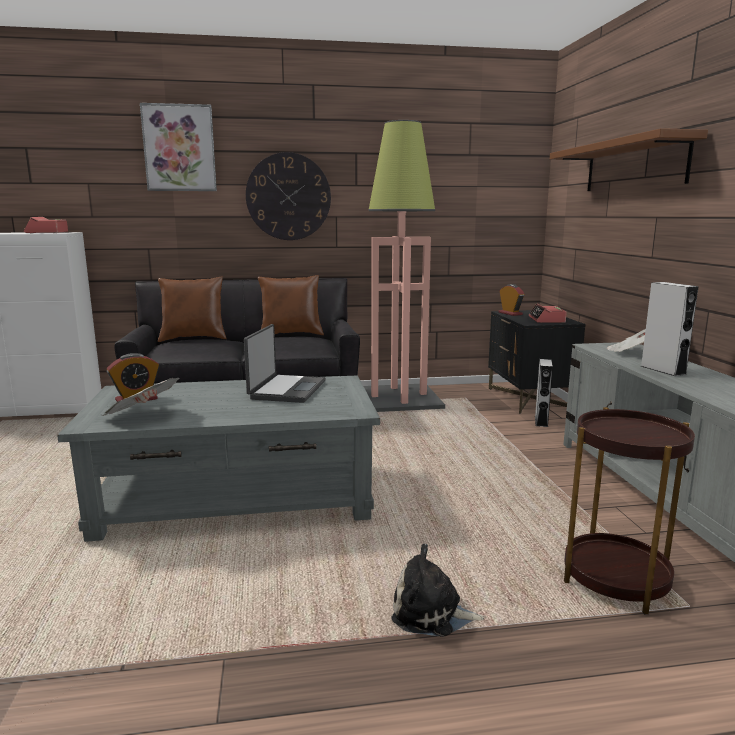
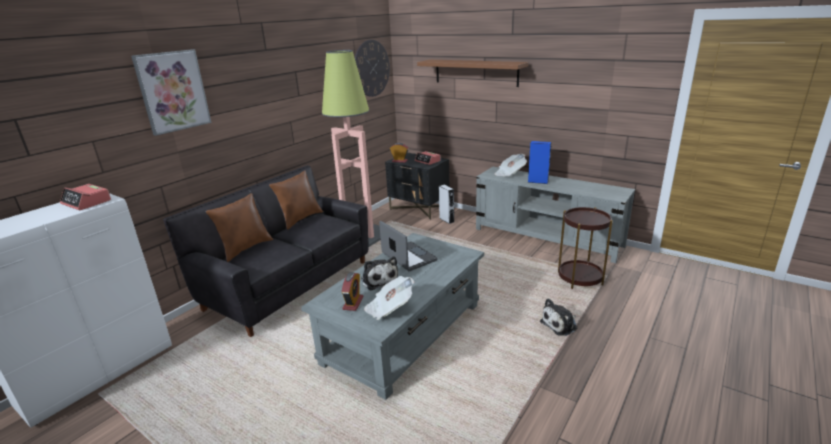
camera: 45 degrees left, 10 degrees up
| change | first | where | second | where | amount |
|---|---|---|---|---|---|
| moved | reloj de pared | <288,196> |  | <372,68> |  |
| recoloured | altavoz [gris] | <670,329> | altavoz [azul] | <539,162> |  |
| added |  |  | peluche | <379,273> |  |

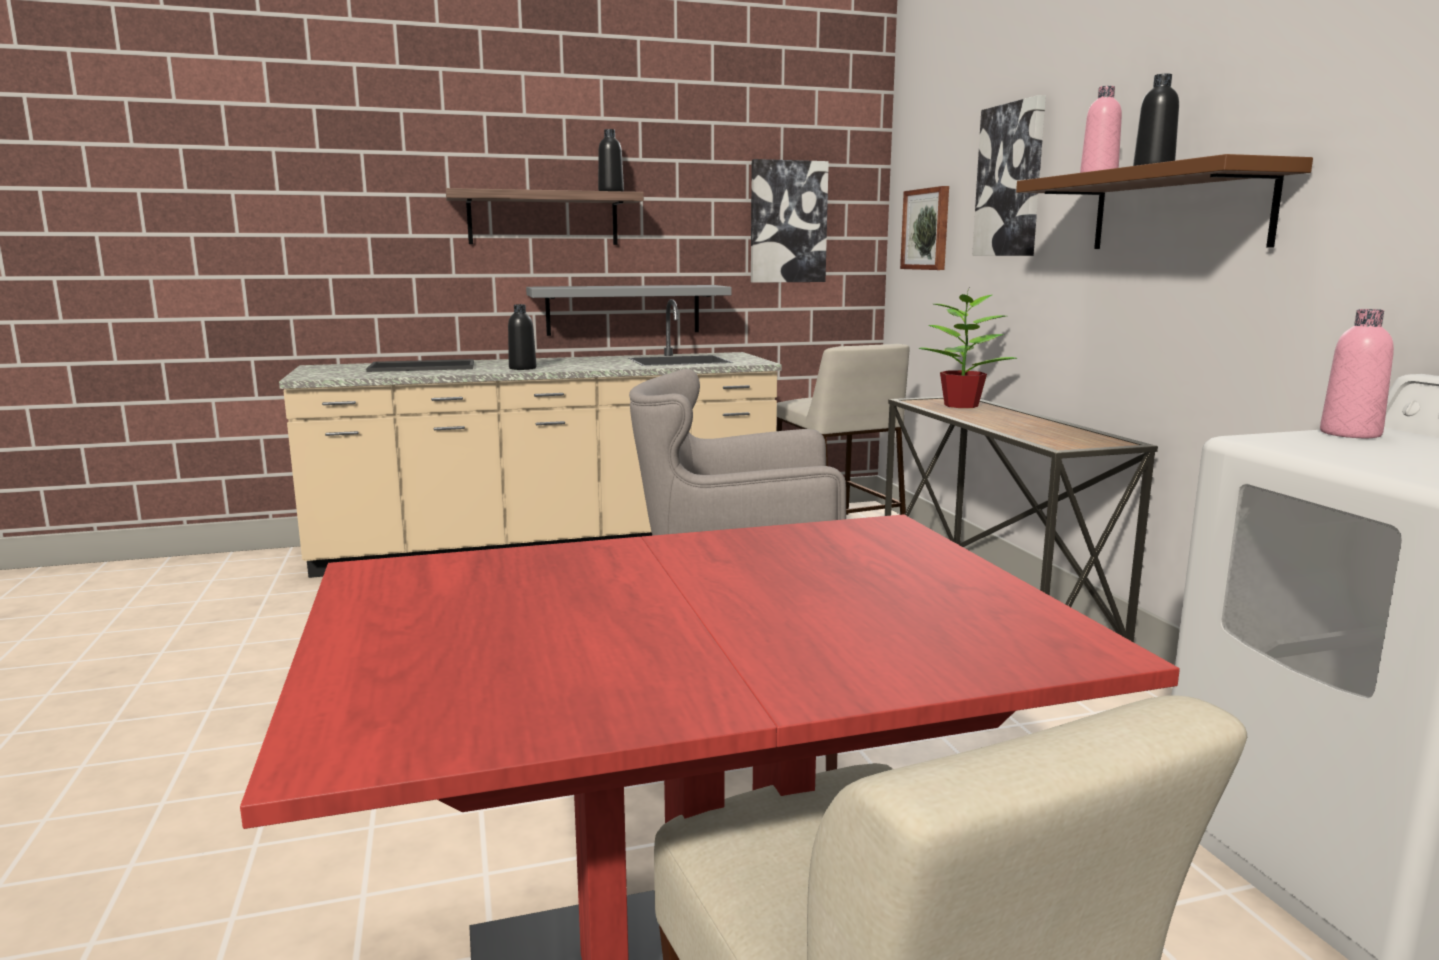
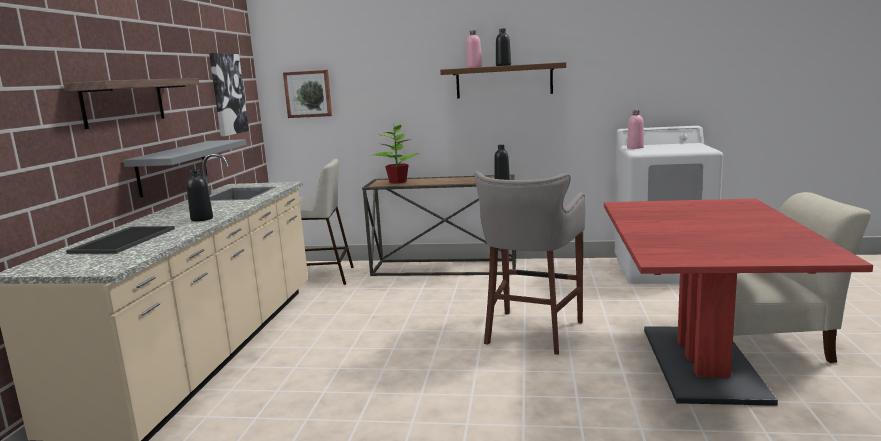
camera: 65 degrees left, 0 degrees up
| change | first | where | second | where | amount |
|---|---|---|---|---|---|
| moved | botella [negro] | <611,160> |  | <502,162> |  |
| removed | cuadro | <1009,175> |  |  |  |

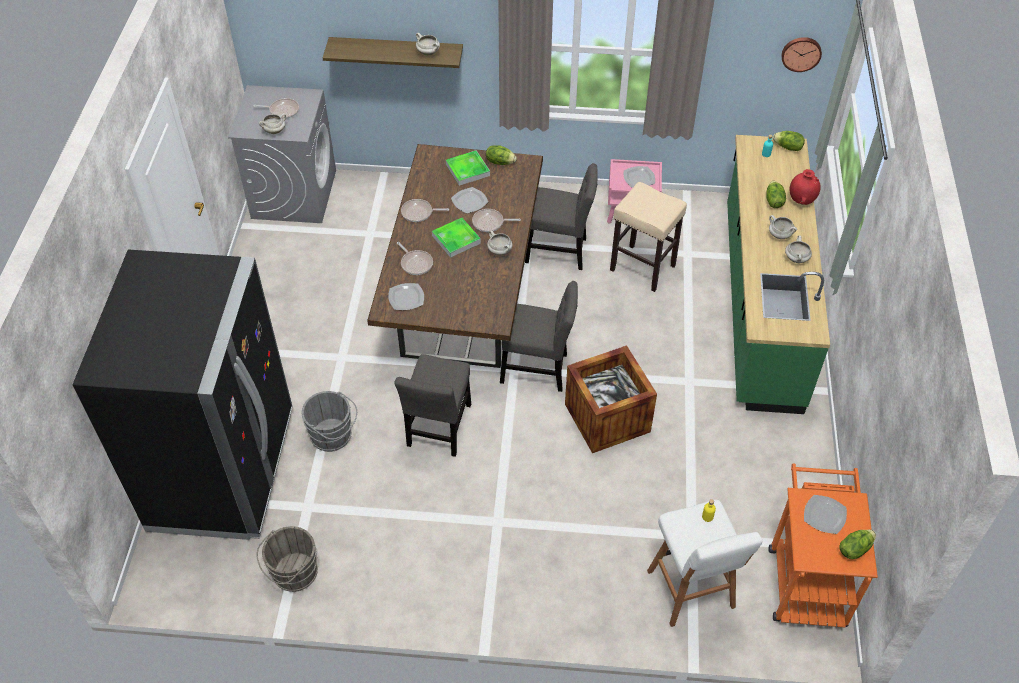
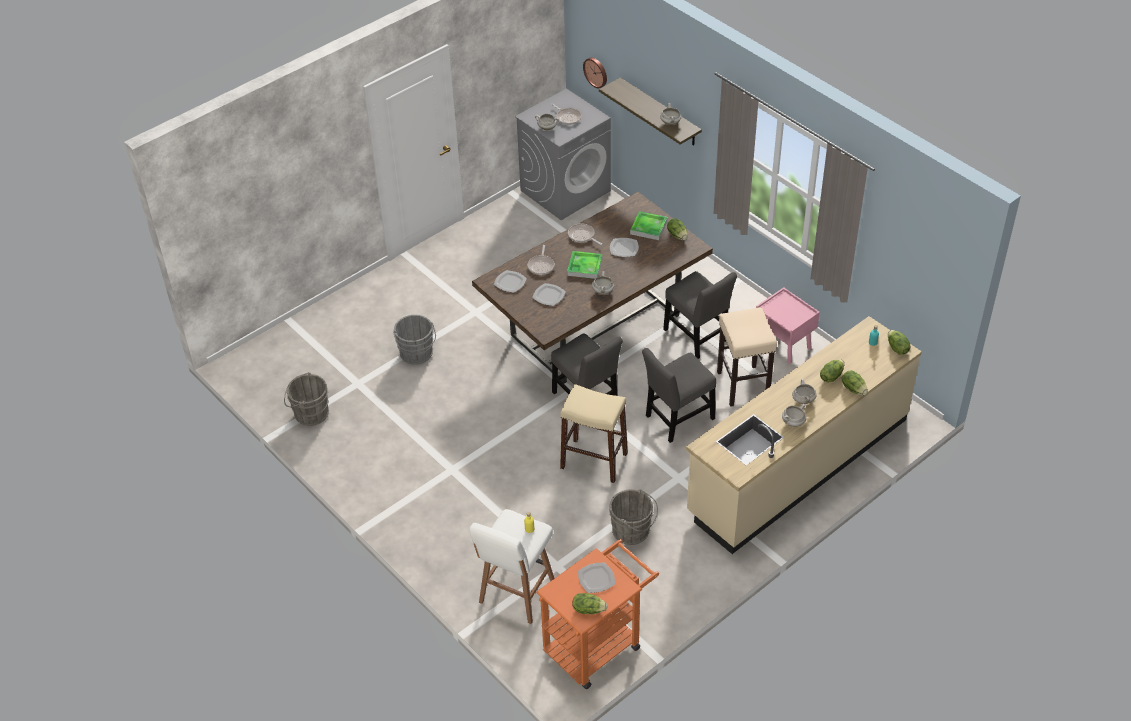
camera: 45 degrees right, 5 degrees down
| change | first | where | second | where | amount |
|---|---|---|---|---|---|
| removed | nevera [negro] | <182,395> |  |  |  |
| moved | silla [gris] | <433,405> |  | <679,395> |  |
| removed | sartén | <496,220> |  |  |  |
| replaced | caja de embalaje | <611,399> | taburete [beis] | <594,433> |  |
| moved | plato | <639,176> |  | <549,294> |  |
| recoloured | mueble bajo de cocina [verde] | <778,274> | mueble bajo de cocina [beis] | <804,435> |  |
| moved | reloj de pared | <802,54> |  | <595,73> |  |
| replaced | florero [rojo] | <805,187> | lechuga | <855,382> |  |
| added |  |  | cubo [gris] | <633,517> |  |

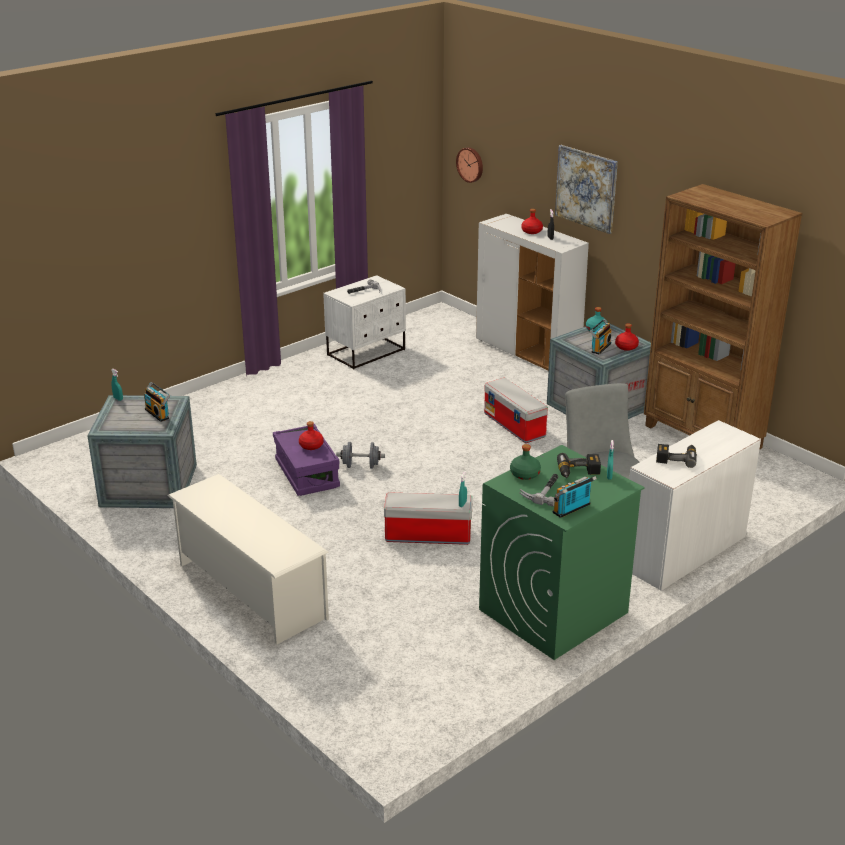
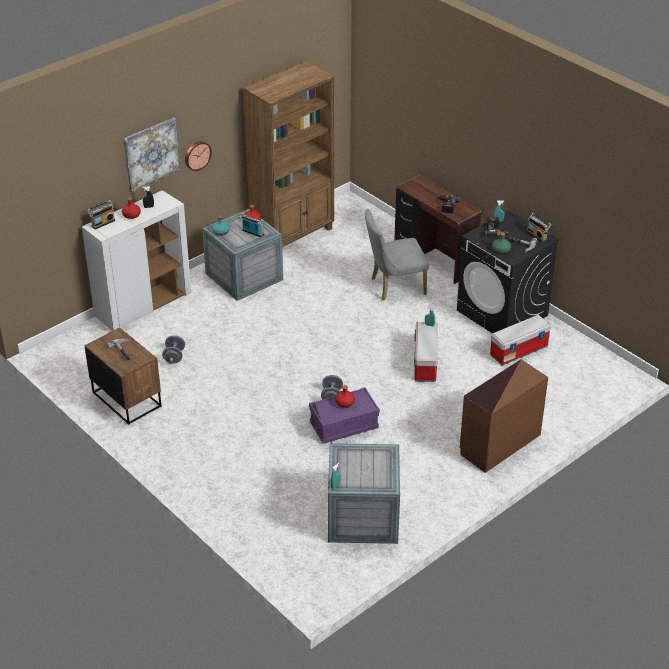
camera: 90 degrees left, 10 degrees up
| change | first | where | second | where | amount |
|---|---|---|---|---|---|
| moved | radio | <157,402> |  | <101,214> |  |
| replaced | zapatero [blanco] | <248,559> | cómoda [marrón] | <504,416> |  |
| recoloured | mesita de noche [blanco] | <364,322> | mesita de noche [marrón] | <123,376> |  |
| moved | reloj de pared | <469,165> |  | <198,156> |  |
| recoloured | lavadora [verde] | <561,552> | lavadora [negro] | <508,271> |  |
| moved | caja de almacenaje | <516,410> |  | <520,340> |  |
| recoloured | escritorio [blanco] | <695,505> | escritorio [marrón] | <437,229> |  |
| added |  |  | mancuerna [gris] | <173,349> |  |

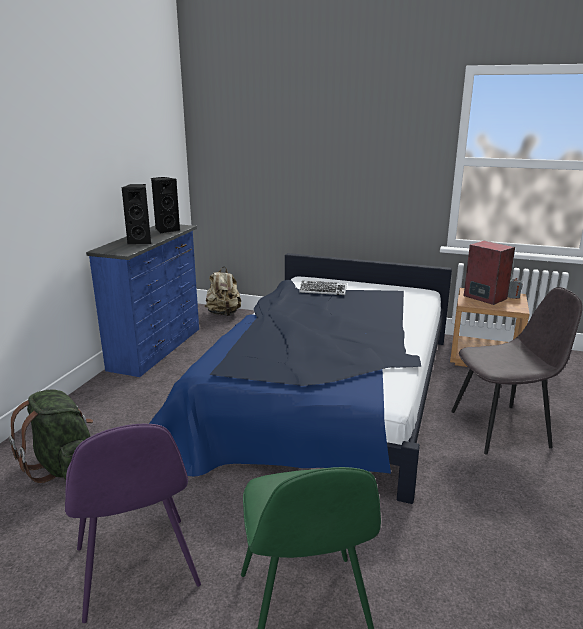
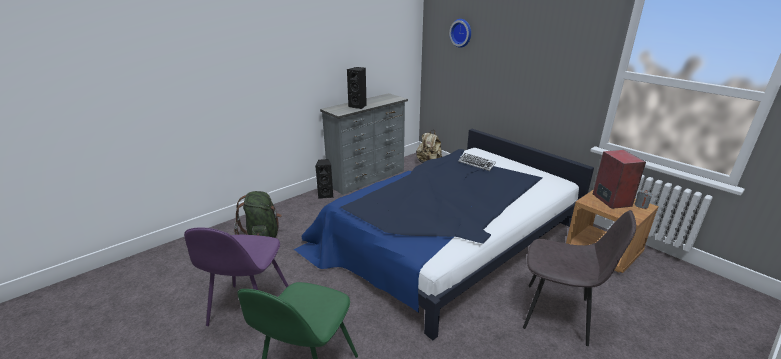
camera: 30 degrees right, 5 degrees up
| change | first | where | second | where | amount |
|---|---|---|---|---|---|
| recoloured | cómoda [azul] | <142,301> | cómoda [gris] | <364,144> |  |
| moved | altavoz [negro] | <165,205> |  | <324,179> |  |
| added |  |  | reloj de pared | <460,33> |  |

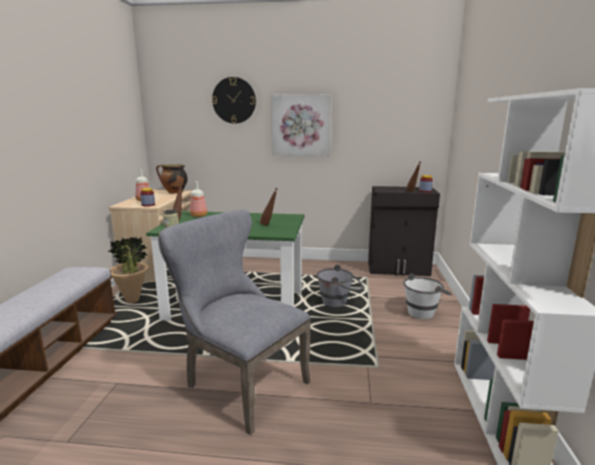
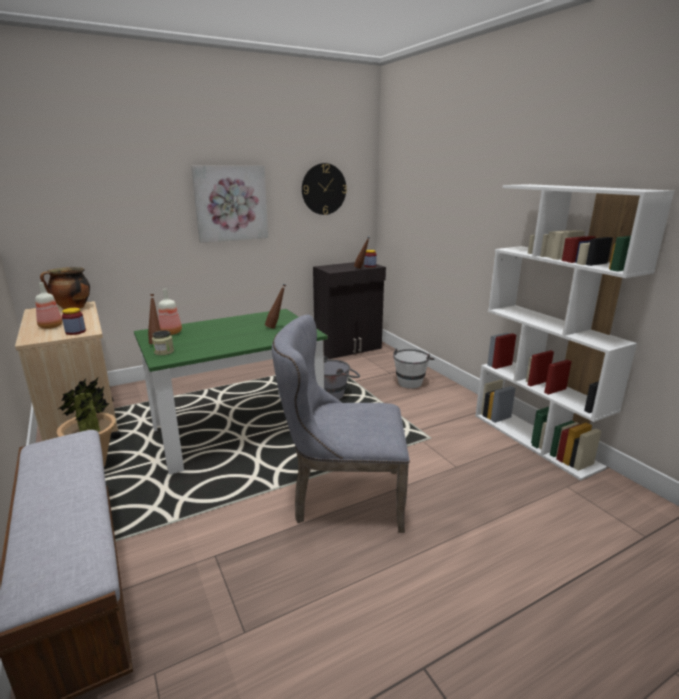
camera: 35 degrees left, 5 degrees up
| change | first | where | second | where | amount |
|---|---|---|---|---|---|
| moved | reloj de pared | <234,100> |  | <324,189> |  |

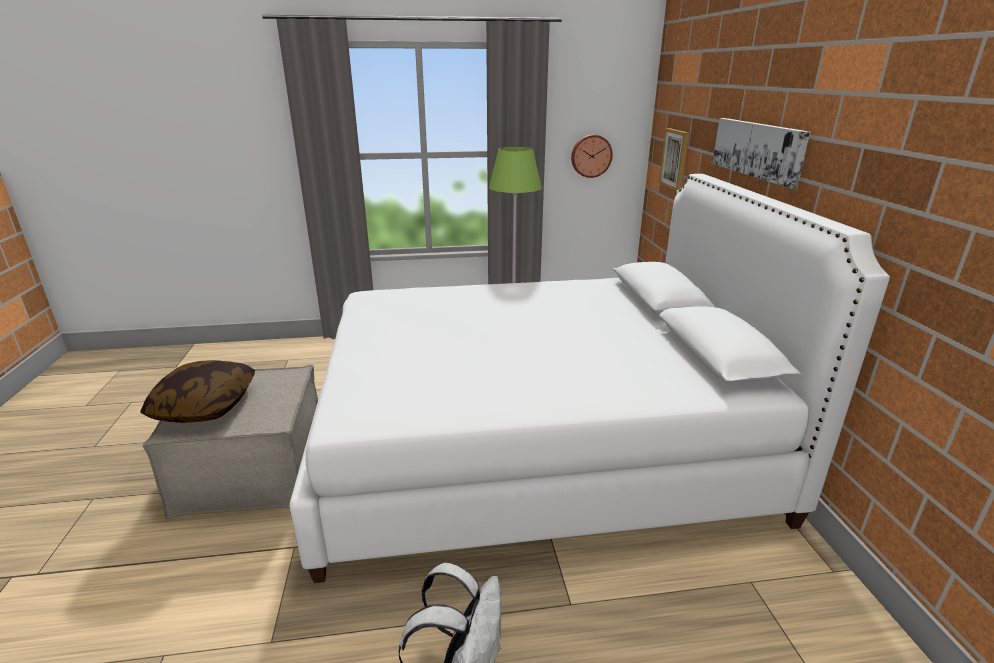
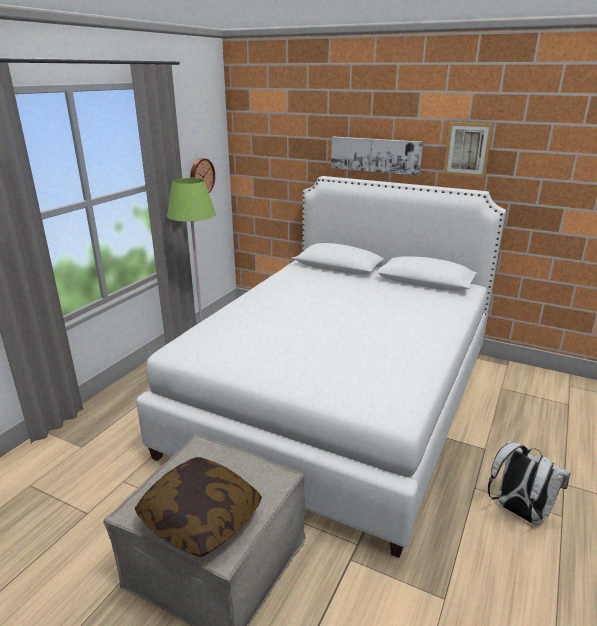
camera: 55 degrees left, 0 degrees up
| change | first | where | second | where | amount |
|---|---|---|---|---|---|
| moved | cuadro | <674,159> |  | <468,150> |  |

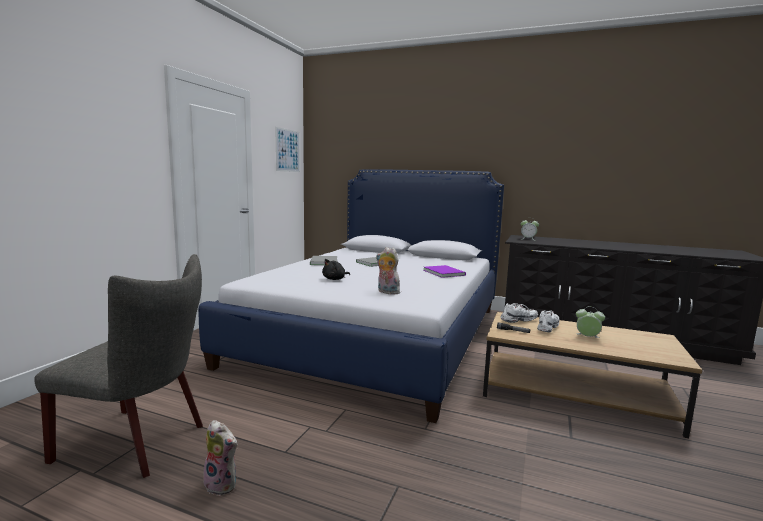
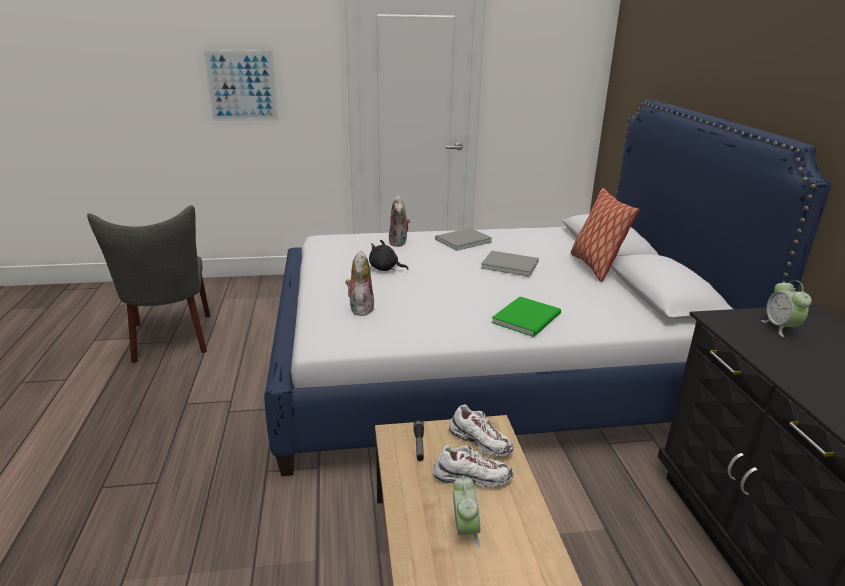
camera: 60 degrees right, 15 degrees up
| change | first | where | second | where | amount |
|---|---|---|---|---|---|
| moved | peluche | <220,458> |  | <400,221> |  |
| moved | cuadro | <287,149> |  | <241,85> |  |
| recoloured | libro [morado] | <445,271> | libro [verde] | <526,316> |  |
| added |  |  | cojín | <605,235> |  |

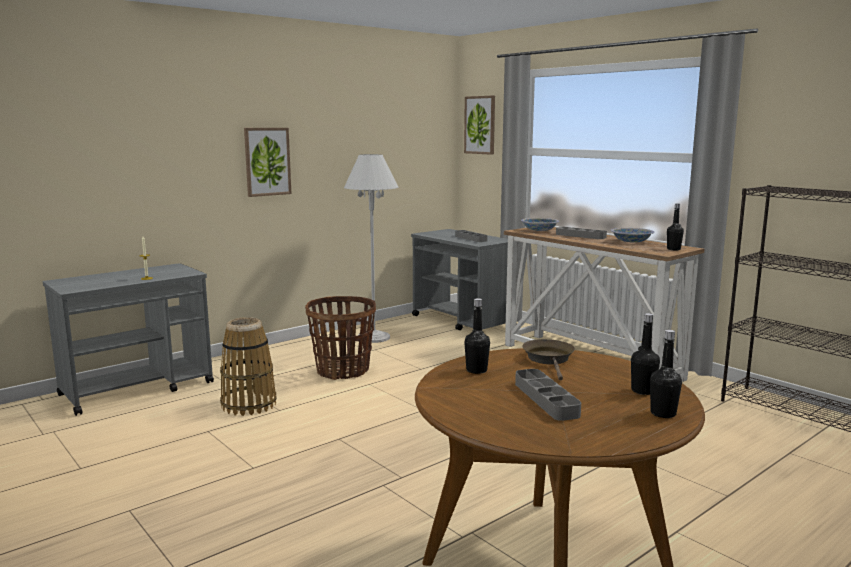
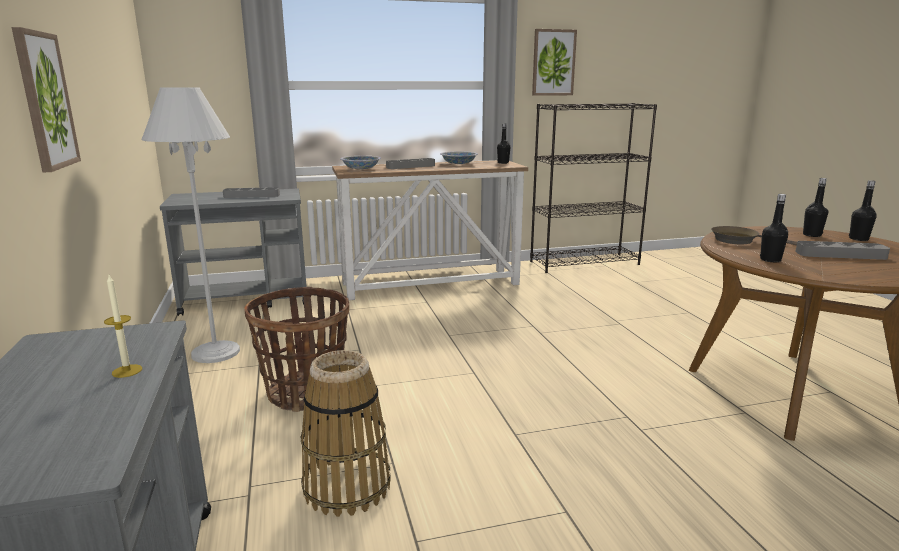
camera: 65 degrees left, 5 degrees up
| change | first | where | second | where | amount |
|---|---|---|---|---|---|
| moved | cuadro | <479,125> |  | <554,62> |  |

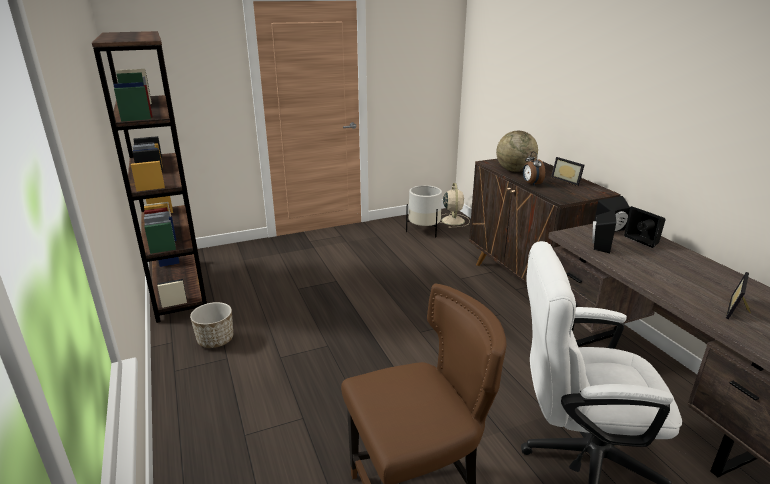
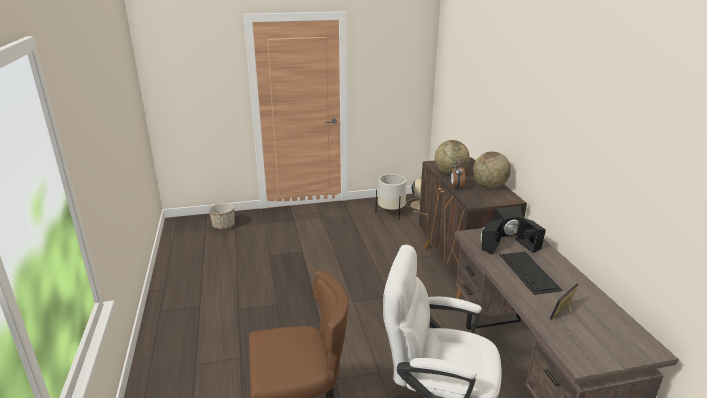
camera: 10 degrees right, 0 degrees up
| change | first | where | second | where | amount |
|---|---|---|---|---|---|
| removed | estantería [marrón] | <149,177> |  |  |  |
| moved | maceta | <211,325> |  | <222,216> |  |
| replaced | portarretratos | <568,171> | globo terráqueo | <492,169> |  |
| added |  |  | teclado | <531,273> |  |

